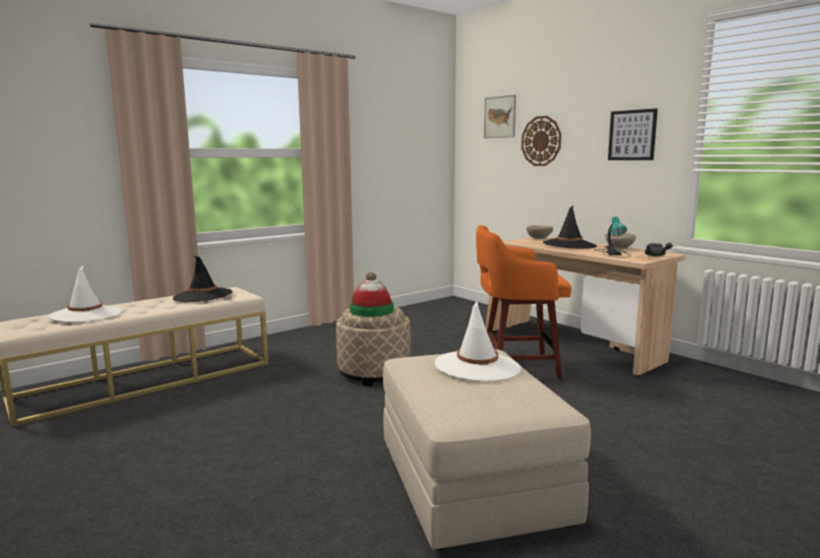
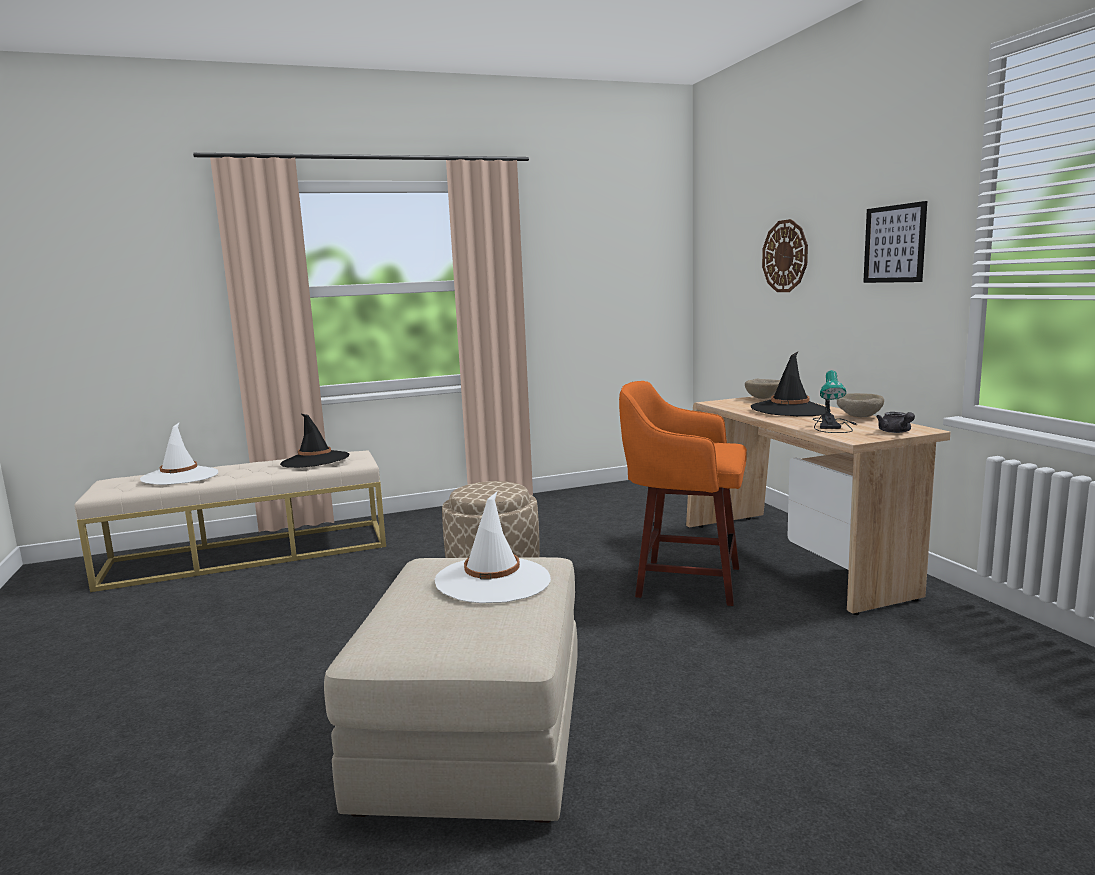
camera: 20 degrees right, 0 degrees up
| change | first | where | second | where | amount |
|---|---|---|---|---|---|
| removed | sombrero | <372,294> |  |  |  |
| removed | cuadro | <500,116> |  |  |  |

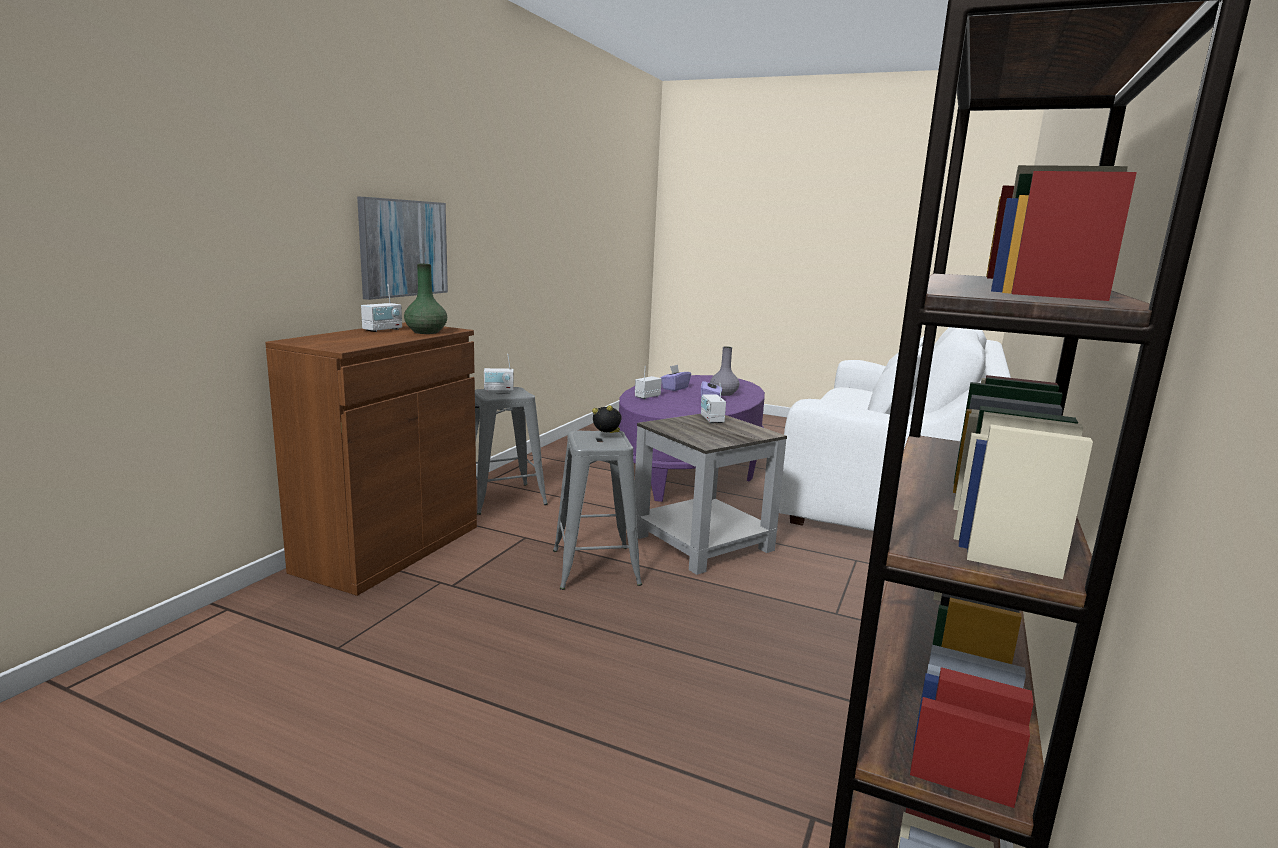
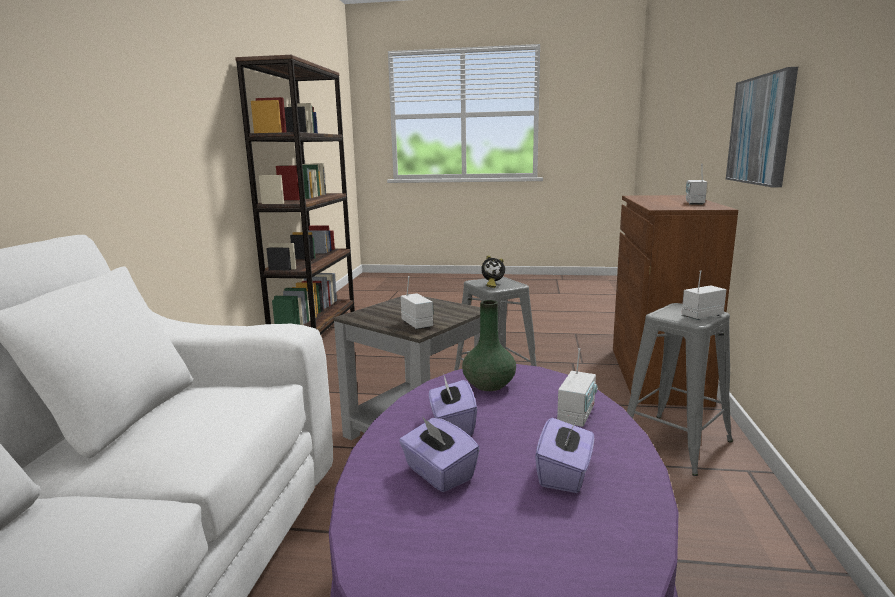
camera: 165 degrees right, 0 degrees up
| change | first | where | second | where | amount |
|---|---|---|---|---|---|
| moved | florero [verde] | <425,299> |  | <489,345> |  |
| replaced | florero [gris] | <725,371> | caja de pañuelos [morado] | <439,455> |  |

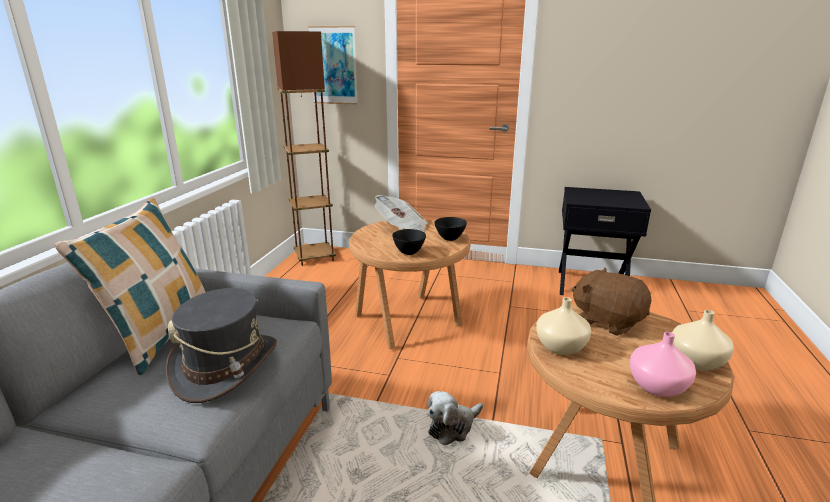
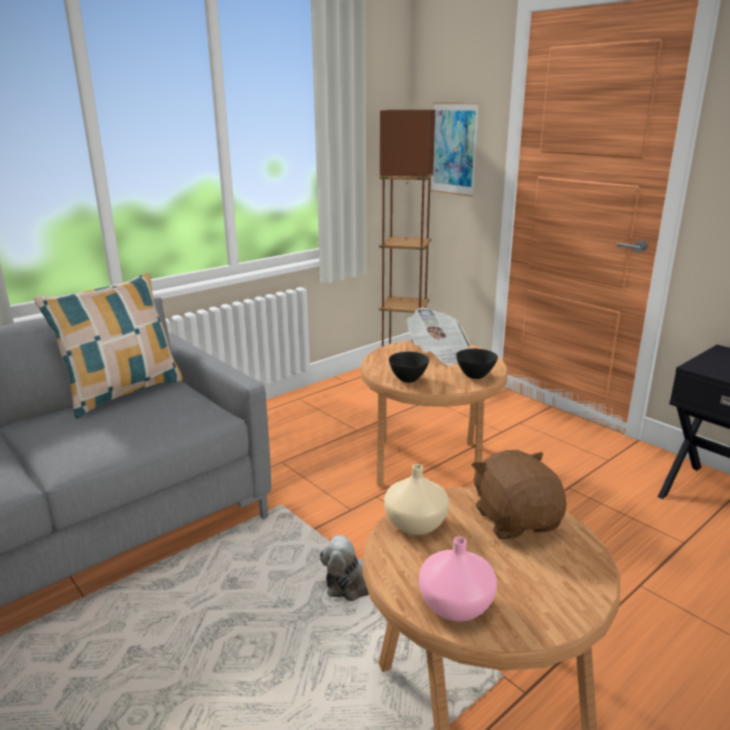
camera: 35 degrees right, 0 degrees up
| change | first | where | second | where | amount |
|---|---|---|---|---|---|
| removed | sombrero [gris] | <221,345> |  |  |  |
| removed | florero [beis] | <703,340> |  |  |  |

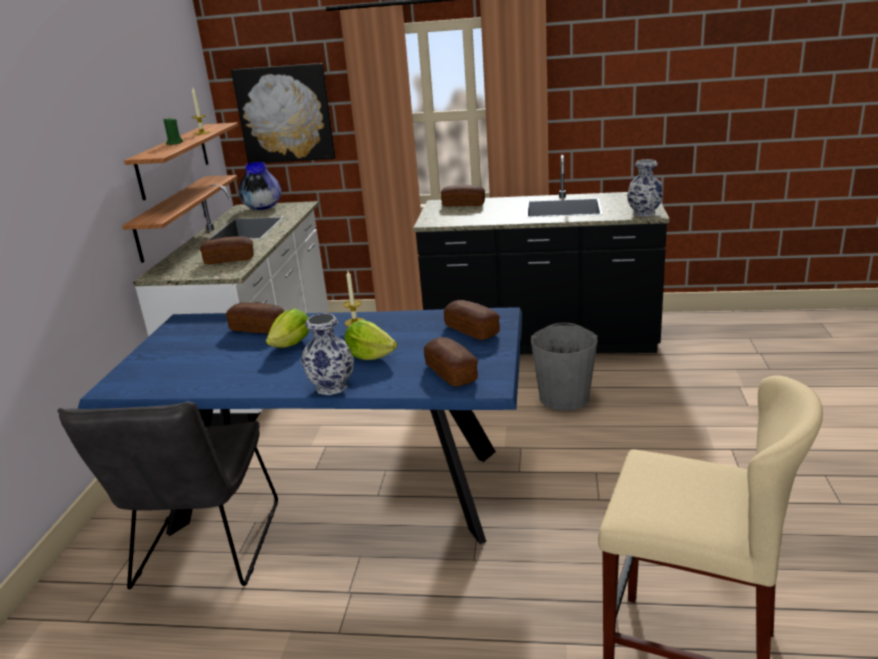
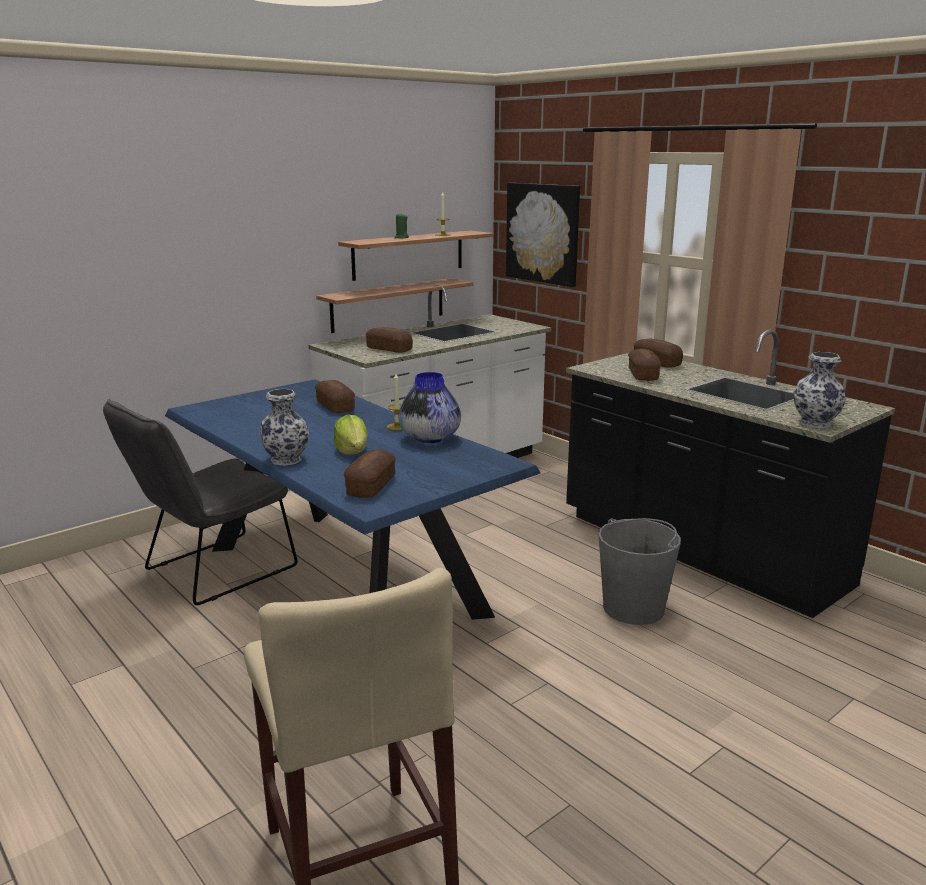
camera: 40 degrees right, 5 degrees down
| change | first | where | second | where | amount |
|---|---|---|---|---|---|
| moved | florero | <260,186> |  | <430,407> |  |
| removed | lechuga | <287,328> |  |  |  |
| moved | pan | <472,320> |  | <644,365> |  |

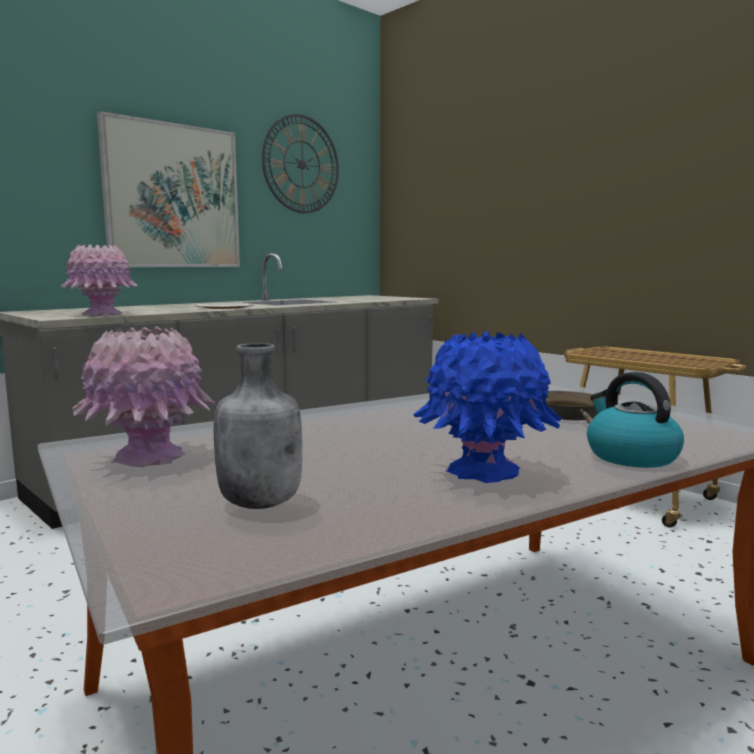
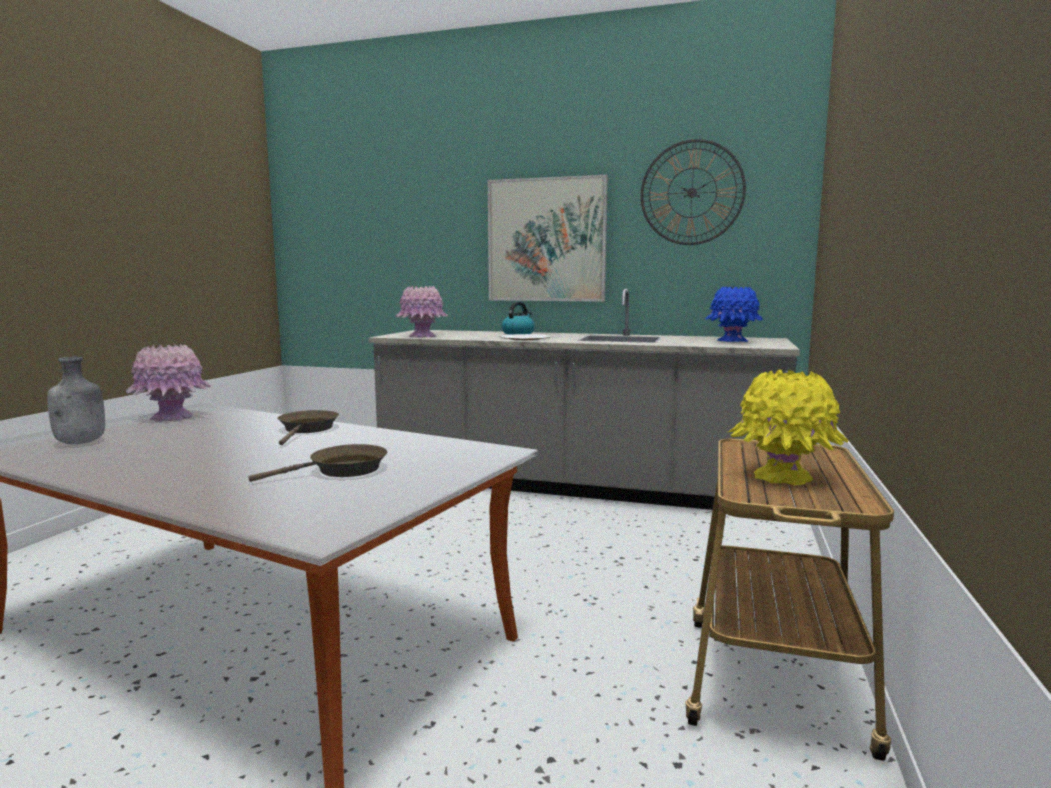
camera: 60 degrees right, 0 degrees up
| change | first | where | second | where | amount |
|---|---|---|---|---|---|
| moved | florero [azul] | <487,407> |  | <734,314> |  |
| moved | hervidor | <635,420> |  | <518,318> |  |
| added |  |  | sartén [marrón] | <308,427> |  |
| added |  |  | florero [amarillo] | <788,427> |  |

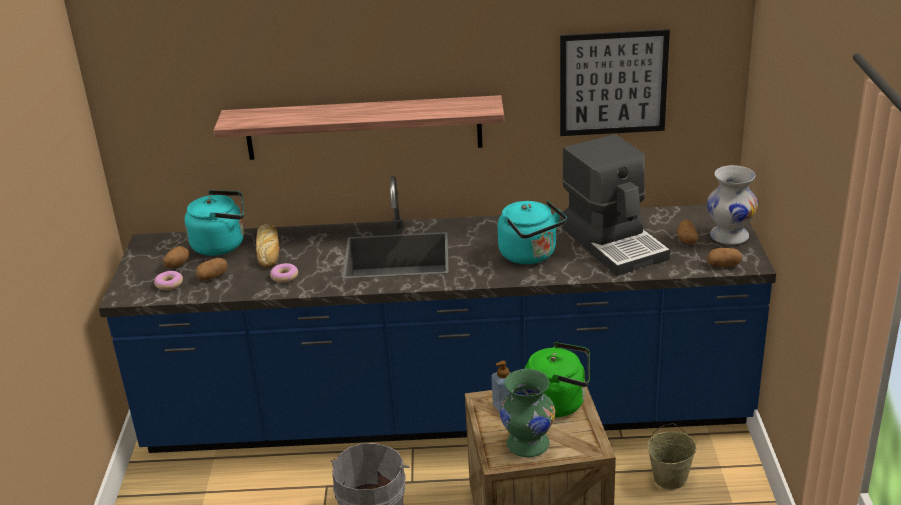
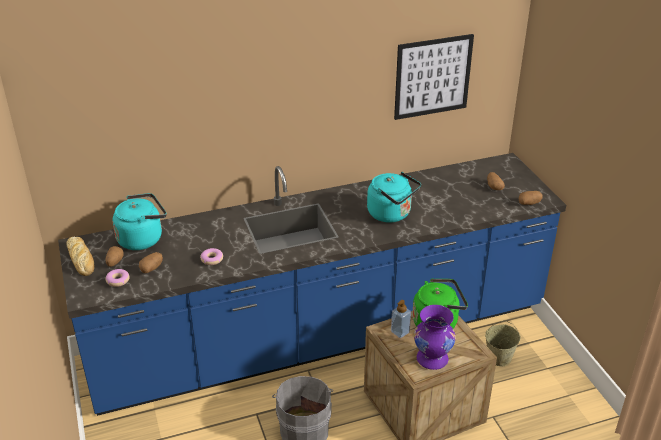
camera: 20 degrees left, 5 degrees up
| change | first | where | second | where | amount |
|---|---|---|---|---|---|
| removed | estante | <359,127> |  |  |  |
| moved | pan | <267,246> |  | <80,256> |  |
| recoloured | florero [verde] | <527,413> | florero [morado] | <435,337> |  |
| removed | cafetera | <616,205> |  |  |  |
| removed | florero [blanco] | <732,205> |  |  |  |

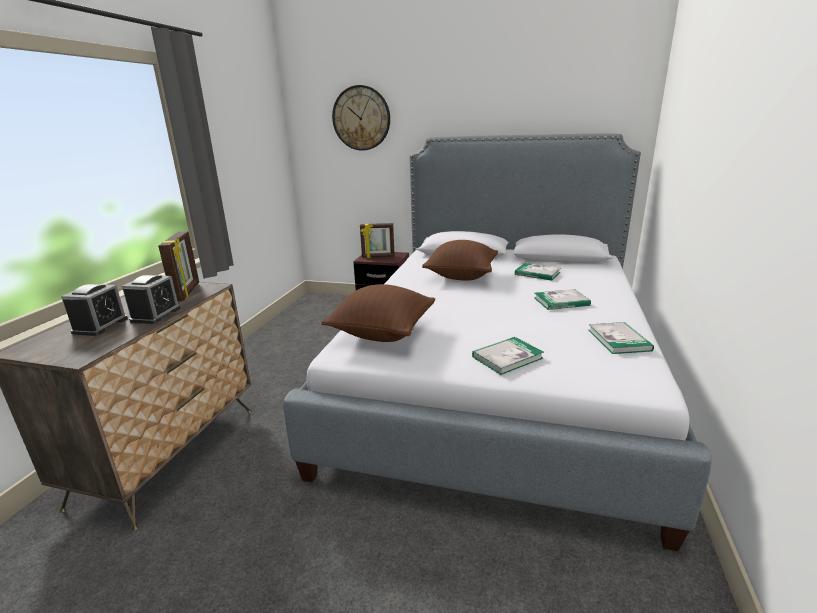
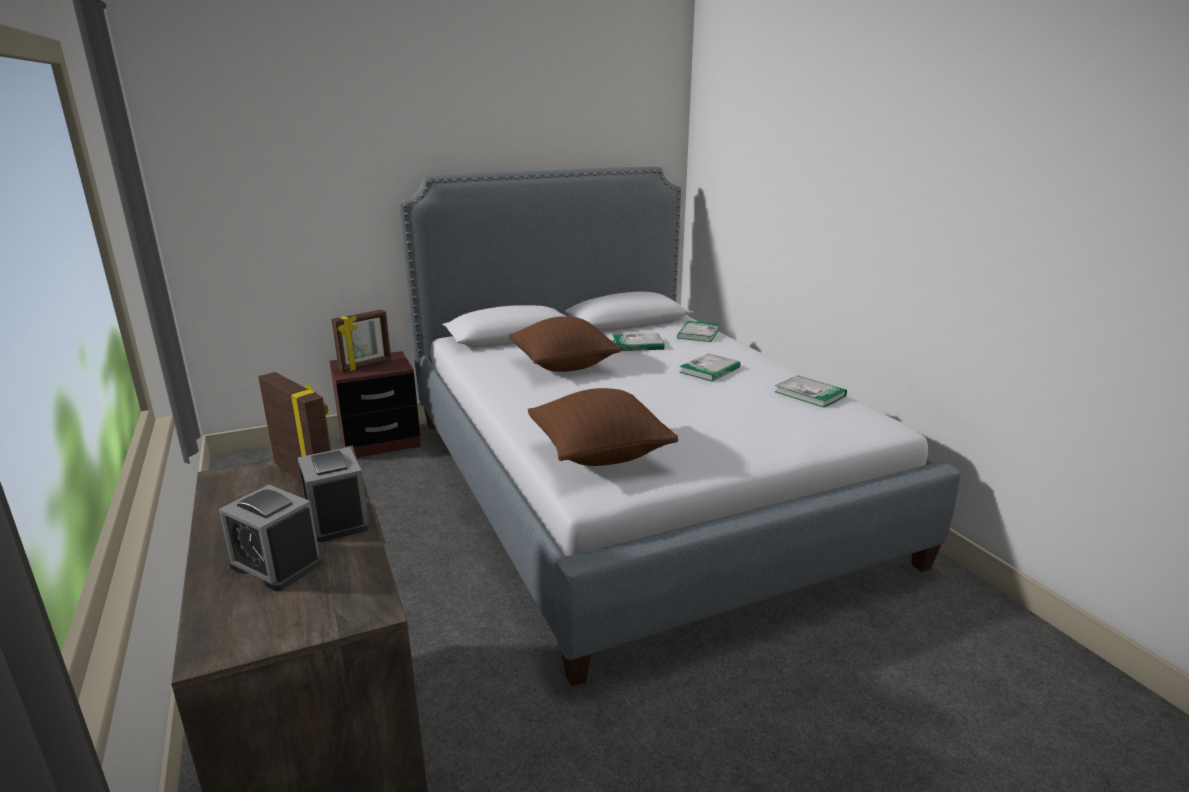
camera: 40 degrees left, 0 degrees up
| change | first | where | second | where | amount |
|---|---|---|---|---|---|
| turned | despertador | <94,310> |  | <270,538> | 150 degrees clockwise |
| removed | reloj de pared | <361,118> |  |  |  |
| moved | libro | <508,356> |  | <698,331> |  |

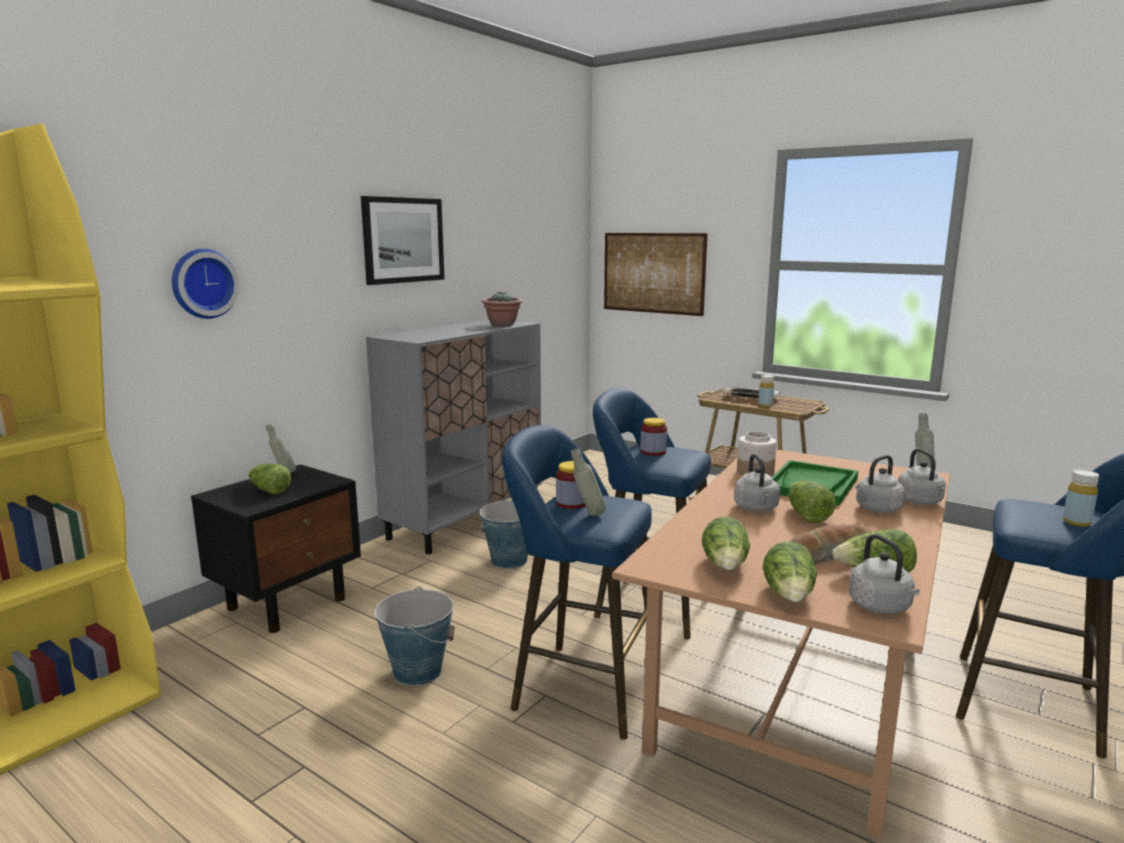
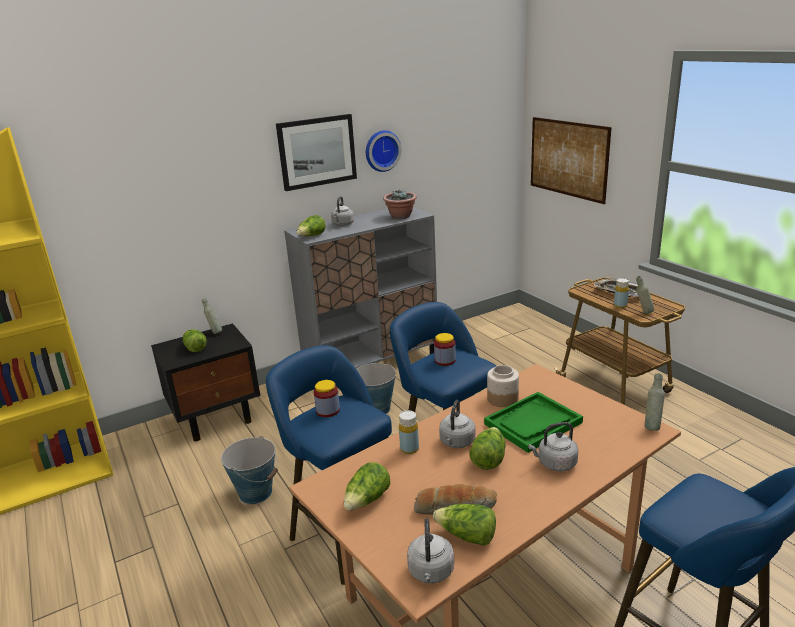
camera: 25 degrees right, 10 degrees up
| change | first | where | second | where | amount |
|---|---|---|---|---|---|
| moved | reloj de pared | <205,284> |  | <383,151> |  |
| moved | botella [gris] | <588,482> |  | <645,295> |  |
| moved | lechuga | <790,571> |  | <311,225> |  |
| moved | hervidor [gris] | <922,477> |  | <342,211> |  |
| moved | botella [amarillo] | <1081,498> |  | <409,432> |  |

